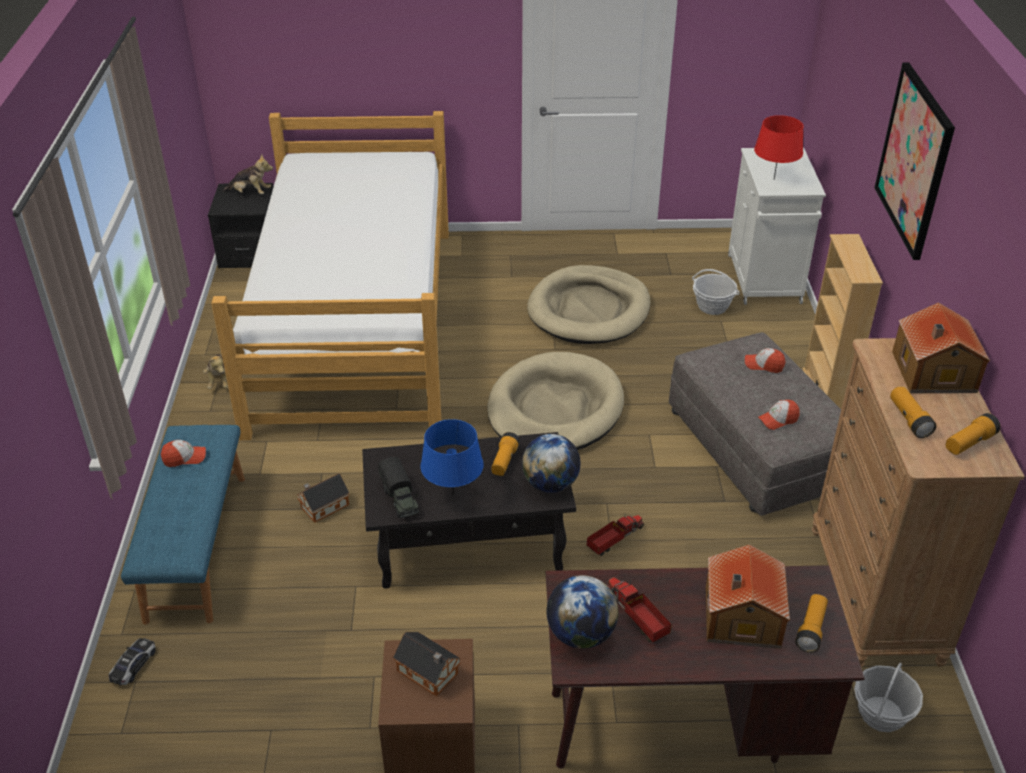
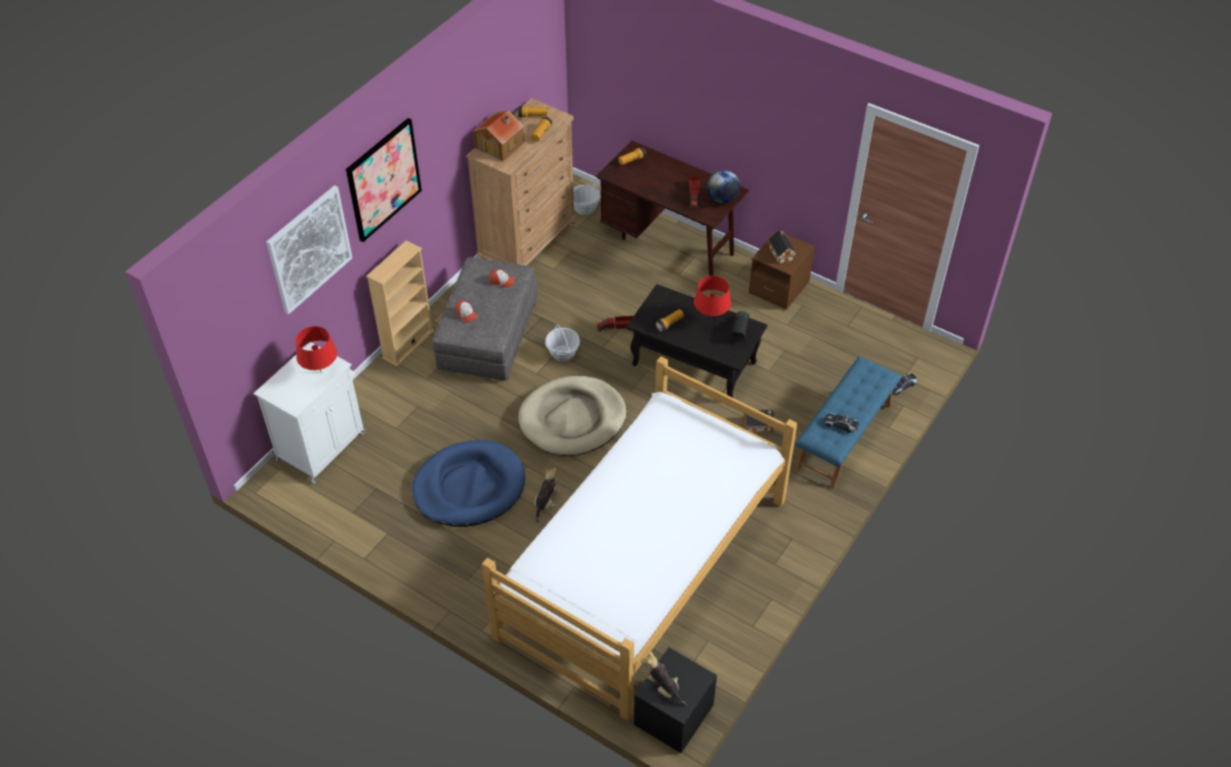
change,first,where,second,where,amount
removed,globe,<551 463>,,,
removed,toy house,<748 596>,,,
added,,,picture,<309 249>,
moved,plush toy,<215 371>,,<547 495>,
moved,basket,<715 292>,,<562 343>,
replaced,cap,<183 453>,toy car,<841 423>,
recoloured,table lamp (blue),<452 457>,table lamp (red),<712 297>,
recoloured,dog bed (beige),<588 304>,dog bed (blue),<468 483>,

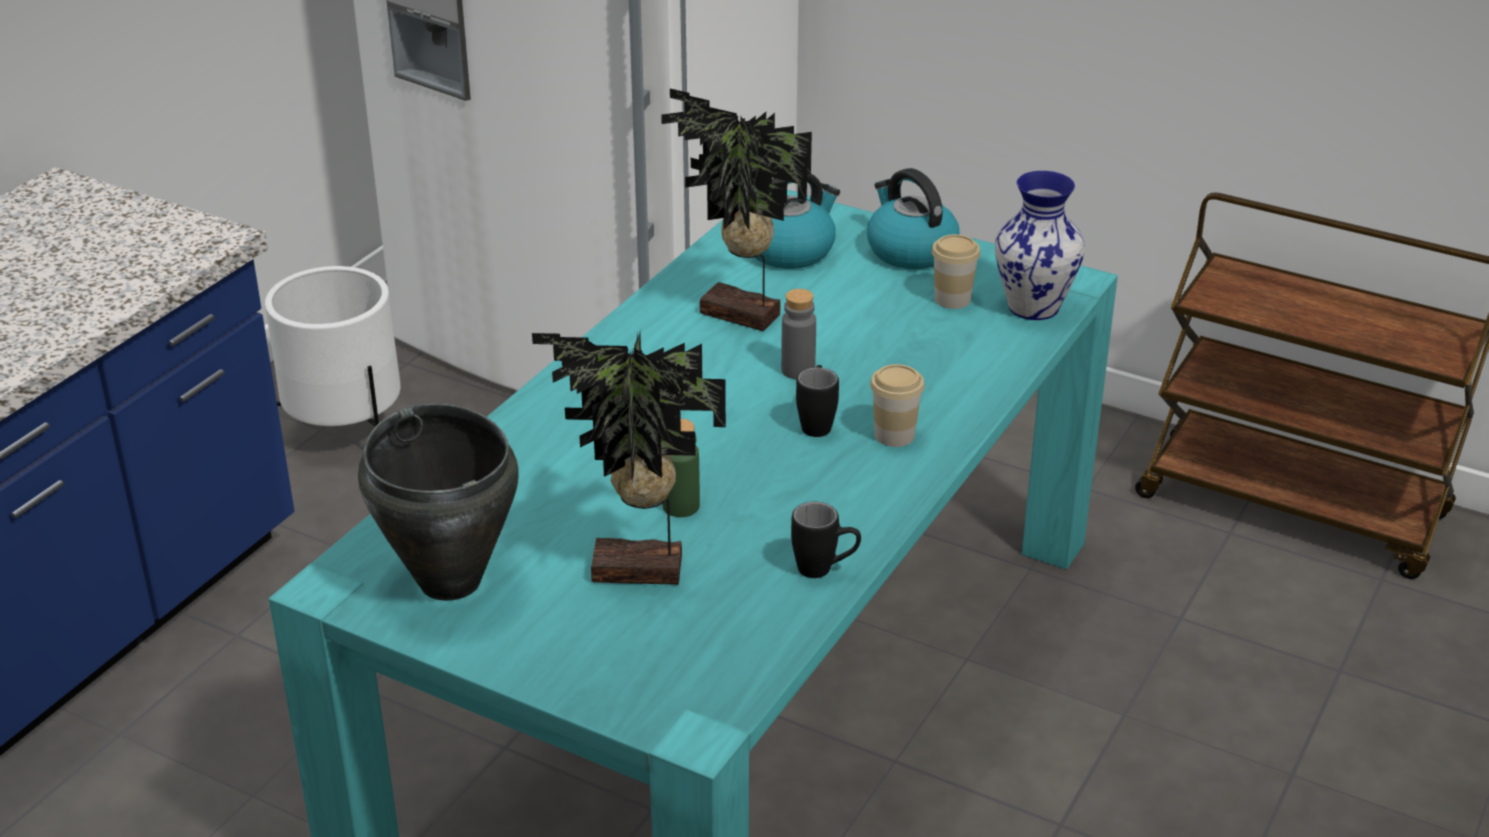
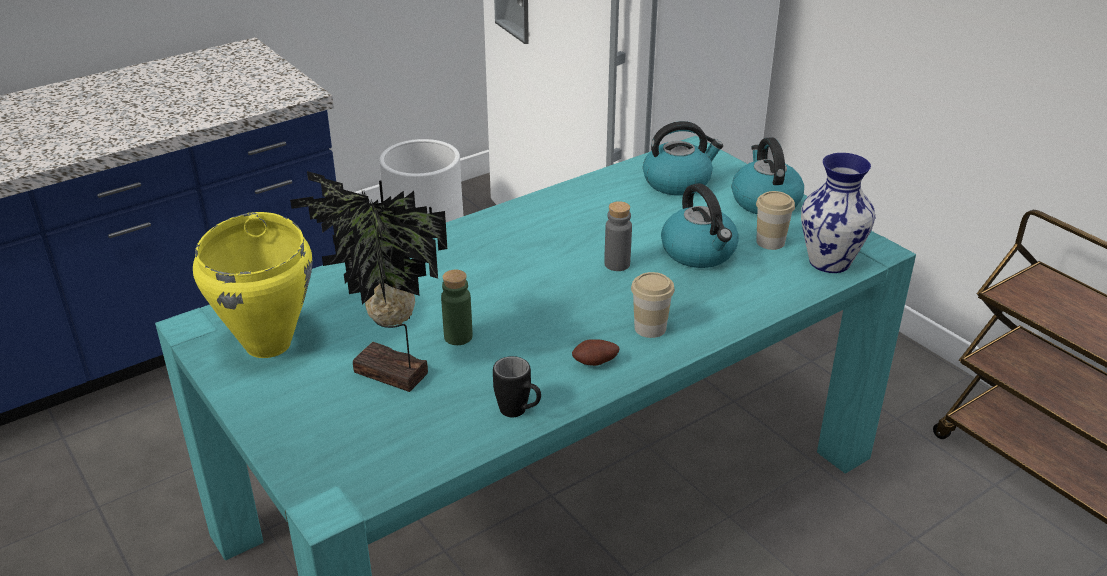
change,first,where,second,where,amount
removed,potted plant,<736 210>,,,
removed,mug (black),<817 401>,,,
added,,,potato,<596 353>,
added,,,kettle,<700 225>,
recoloured,cooking pot (black),<438 502>,cooking pot (yellow),<253 285>,

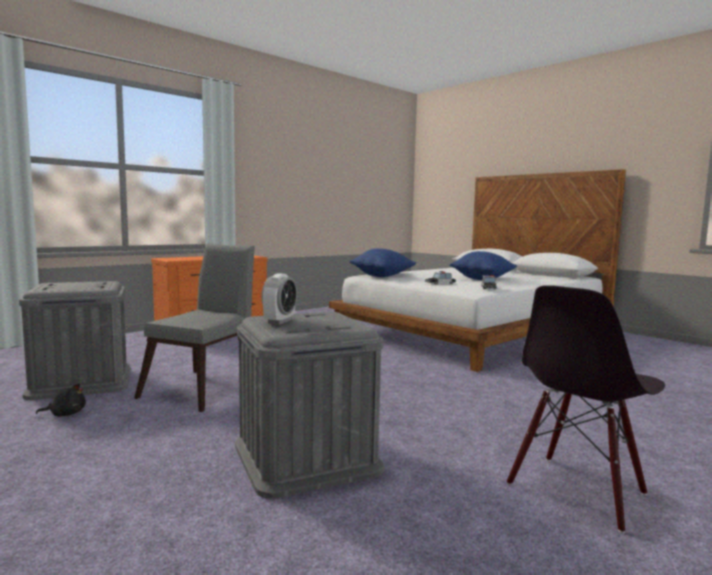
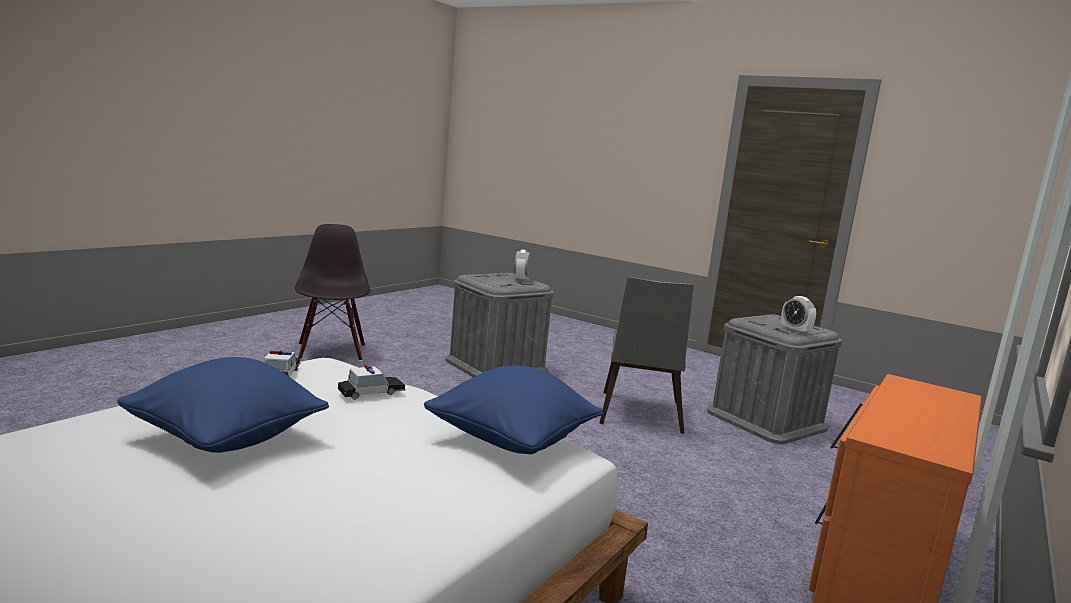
change,first,where,second,where,amount
removed,plush toy (black),<61 400>,,,
added,,,alarm clock,<798 315>,
turned,chair (black),<586 409>,,<332 292>,45 degrees counterclockwise

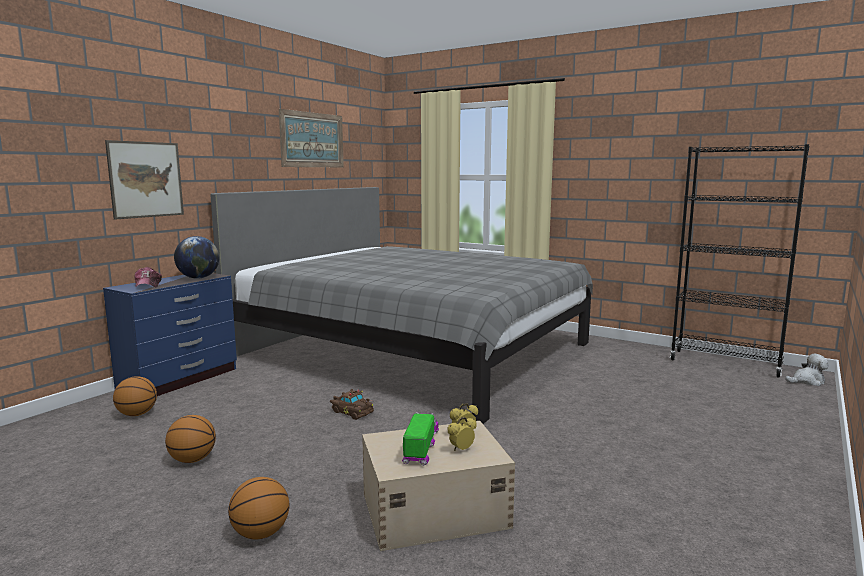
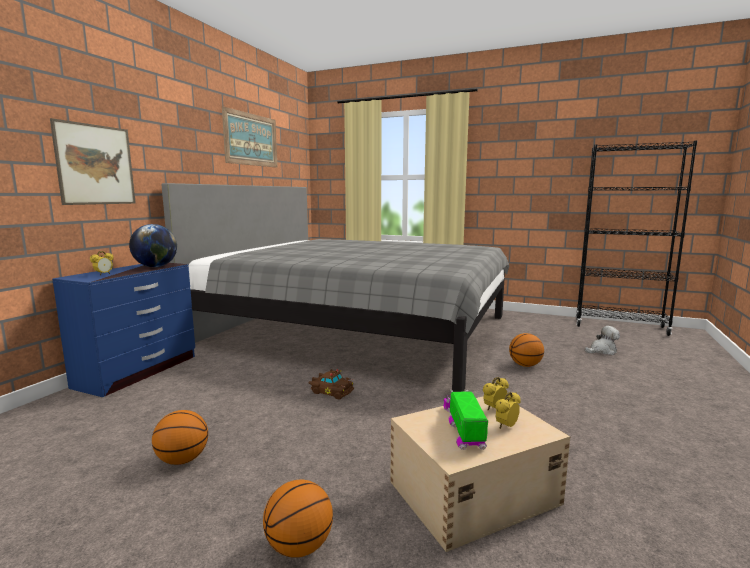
change,first,where,second,where,amount
moved,basketball,<135 396>,,<526 350>,
moved,plush toy,<807 370>,,<602 340>,
replaced,cap,<148 277>,alarm clock,<102 263>,

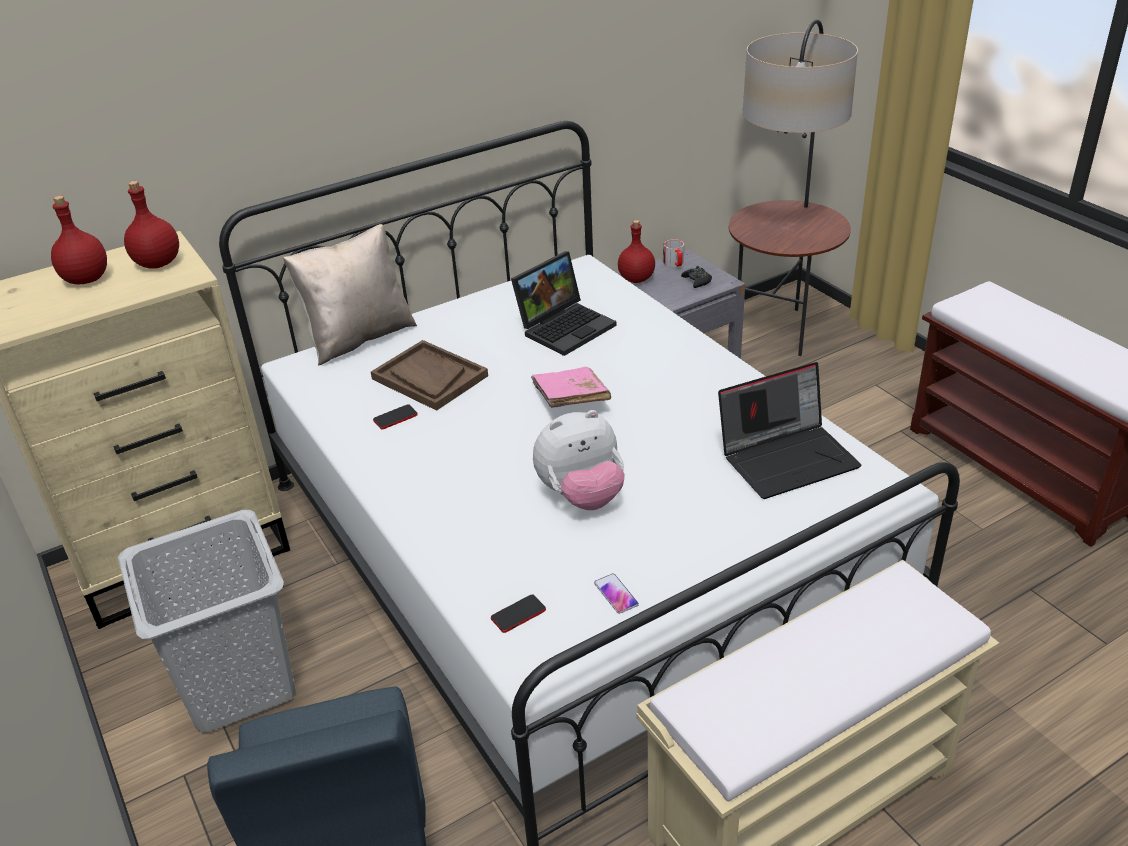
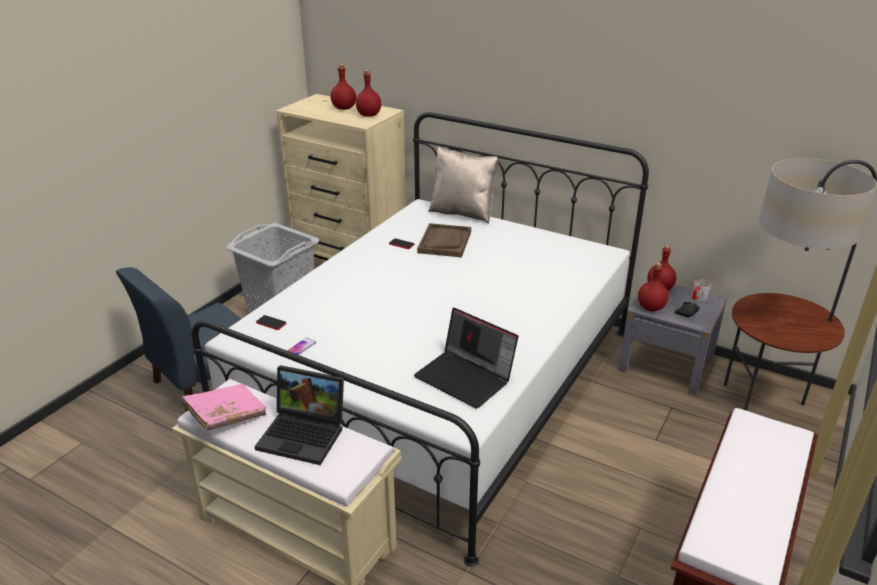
change,first,where,second,where,amount
removed,plush toy,<579 460>,,,
added,,,bottle (red),<653 287>,
moved,laptop,<563 303>,,<299 415>,
moved,book (pink),<571 387>,,<223 407>,

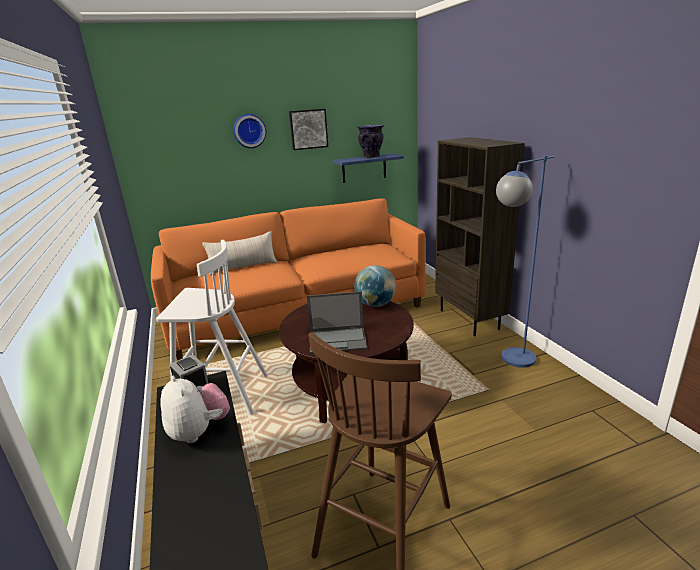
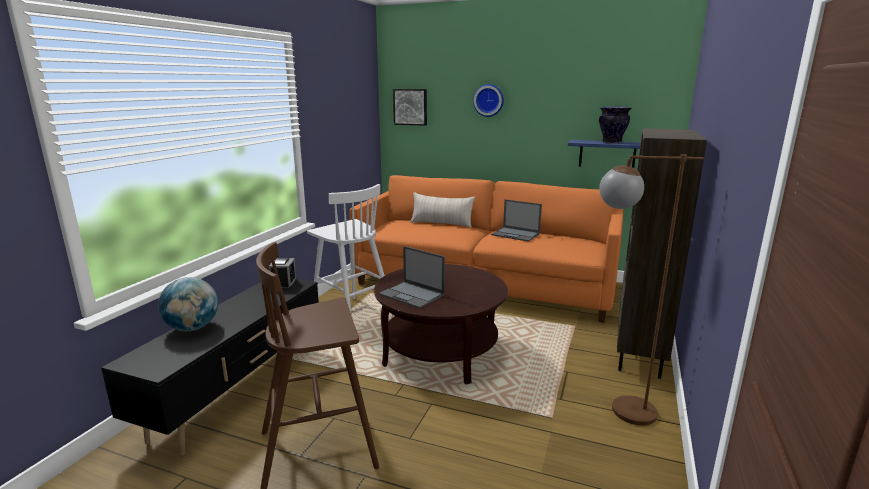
change,first,where,second,where,amount
removed,plush toy,<195 409>,,,
added,,,laptop,<516 220>,
moved,picture,<308 129>,,<410 107>,
moved,globe,<375 286>,,<188 304>,
recoloured,floor lamp (blue),<525 261>,floor lamp (brown),<651 289>,

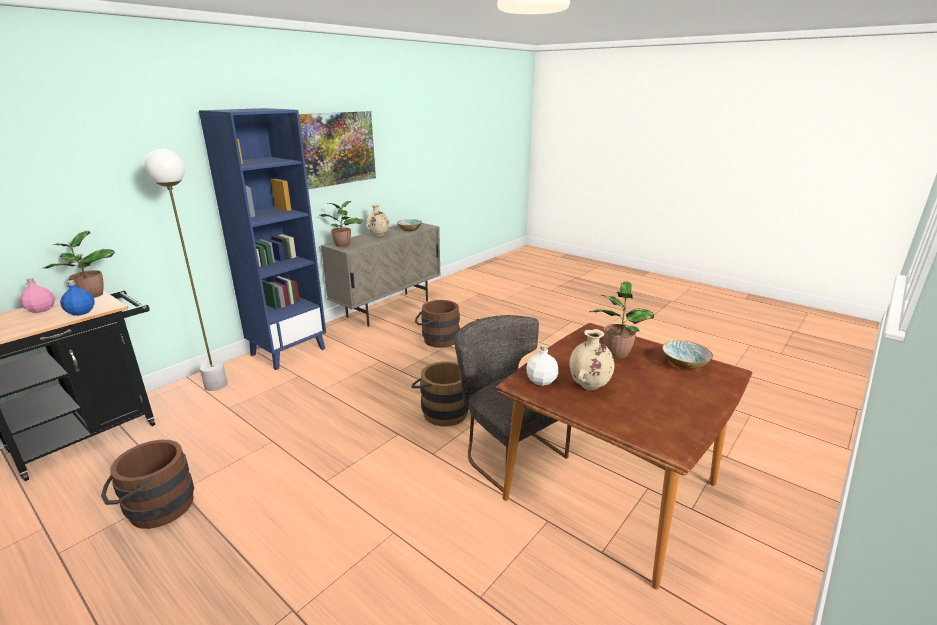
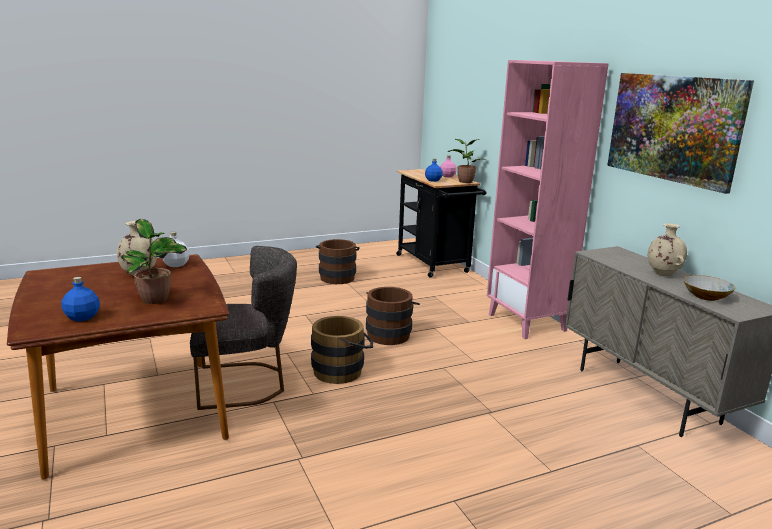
change,first,where,second,where,amount
removed,floor lamp (white),<186 270>,,,
removed,potted plant,<341 224>,,,
moved,bucket (brown),<437 324>,,<393 316>,
replaced,bowl,<687 355>,bottle (blue),<81 299>,
recoloured,bookcase (blue),<262 239>,bookcase (pink),<548 199>,

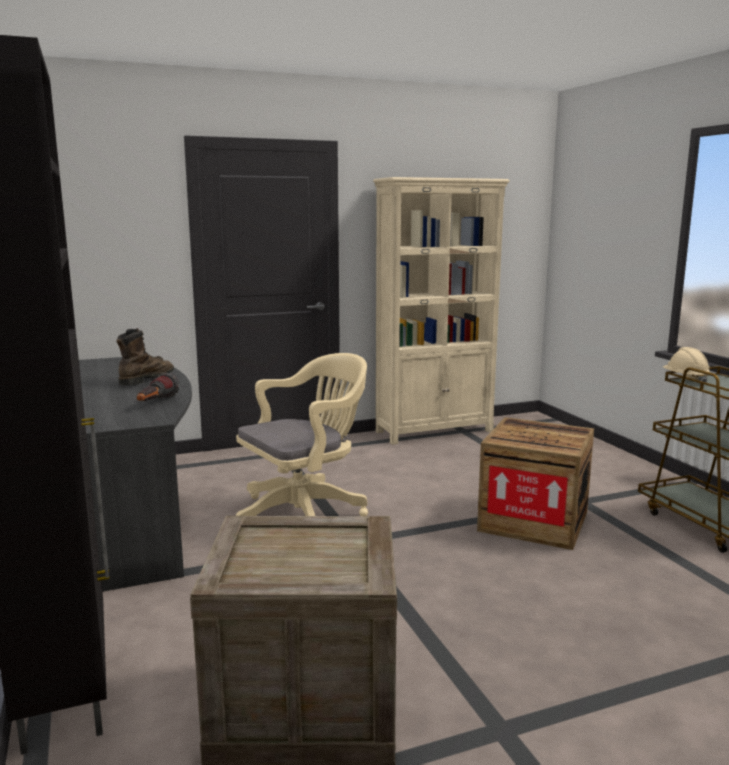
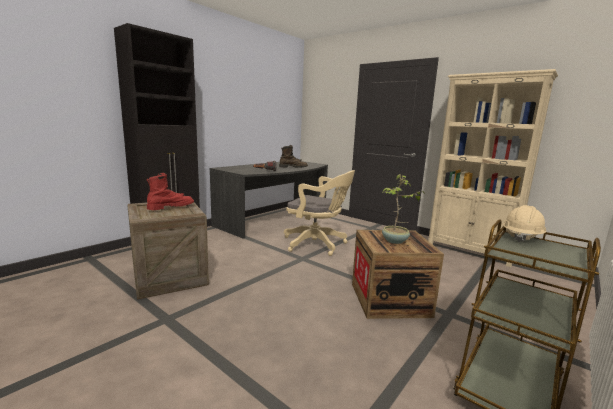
change,first,where,second,where,amount
added,,,boot (red),<170 191>,
added,,,potted plant,<403 209>,

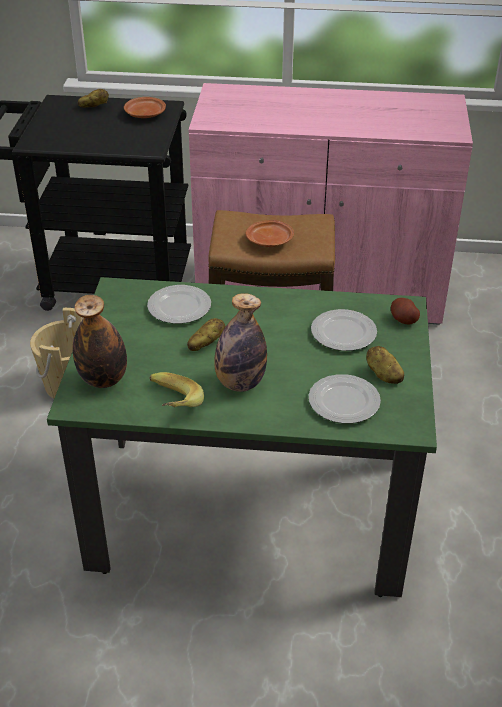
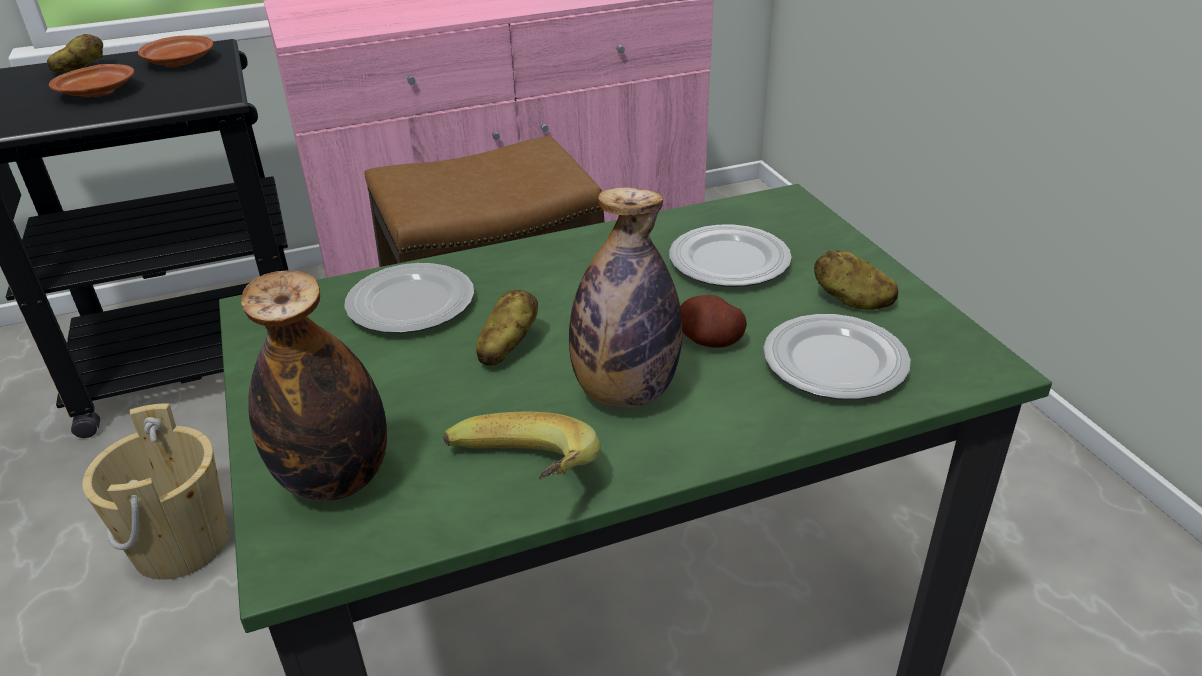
change,first,where,second,where,amount
moved,plate (brown),<270 233>,,<91 80>,
moved,potato,<405 311>,,<713 321>,

